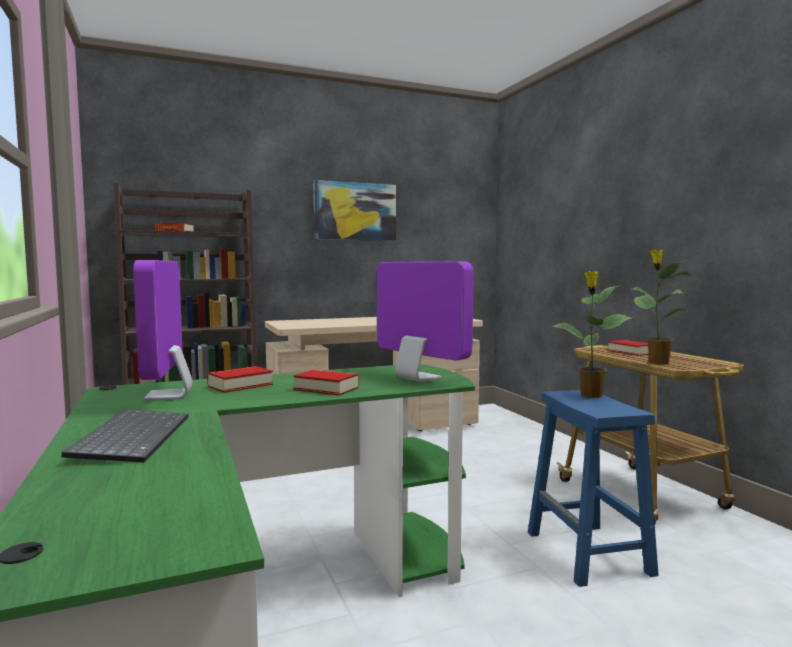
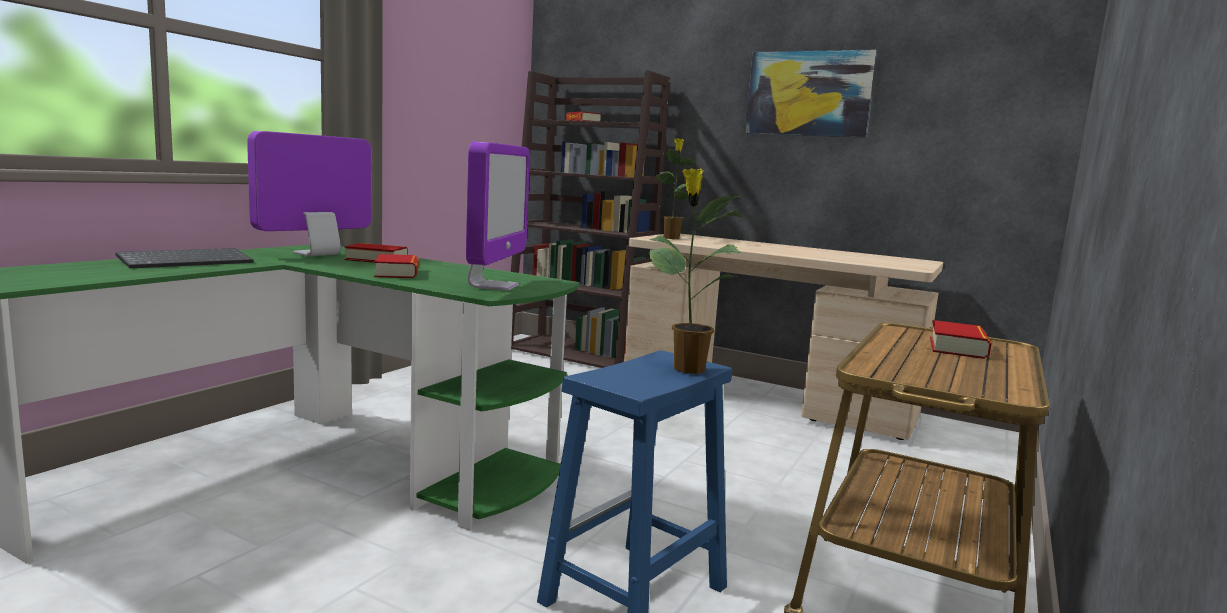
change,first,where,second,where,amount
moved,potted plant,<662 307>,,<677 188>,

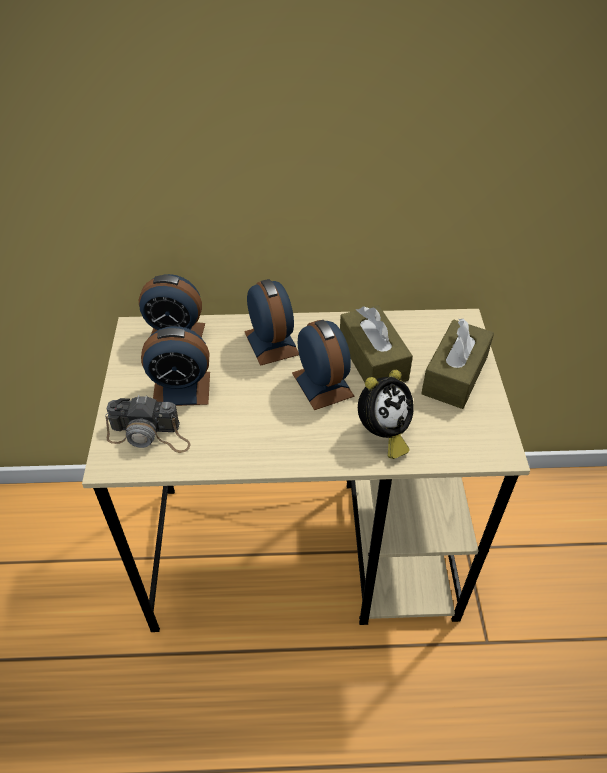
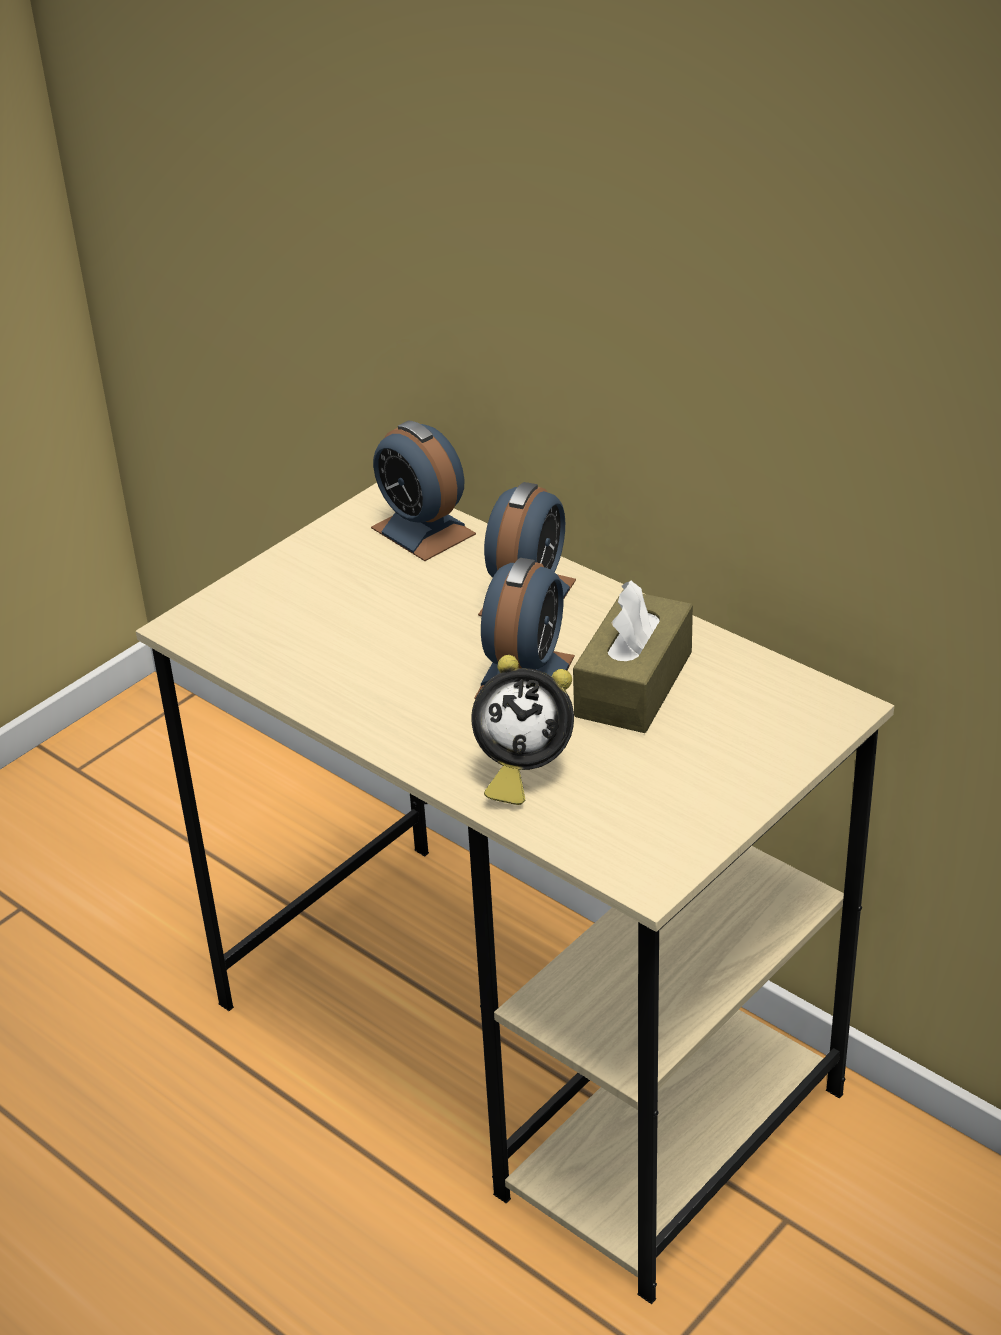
change,first,where,second,where,amount
removed,photo camera,<148 424>,,,
removed,alarm clock,<175 366>,,,
removed,tissue box (brown),<457 363>,,,

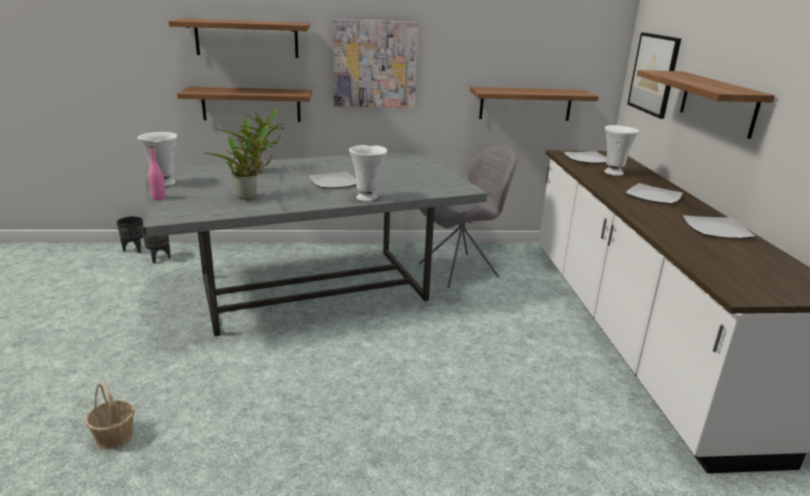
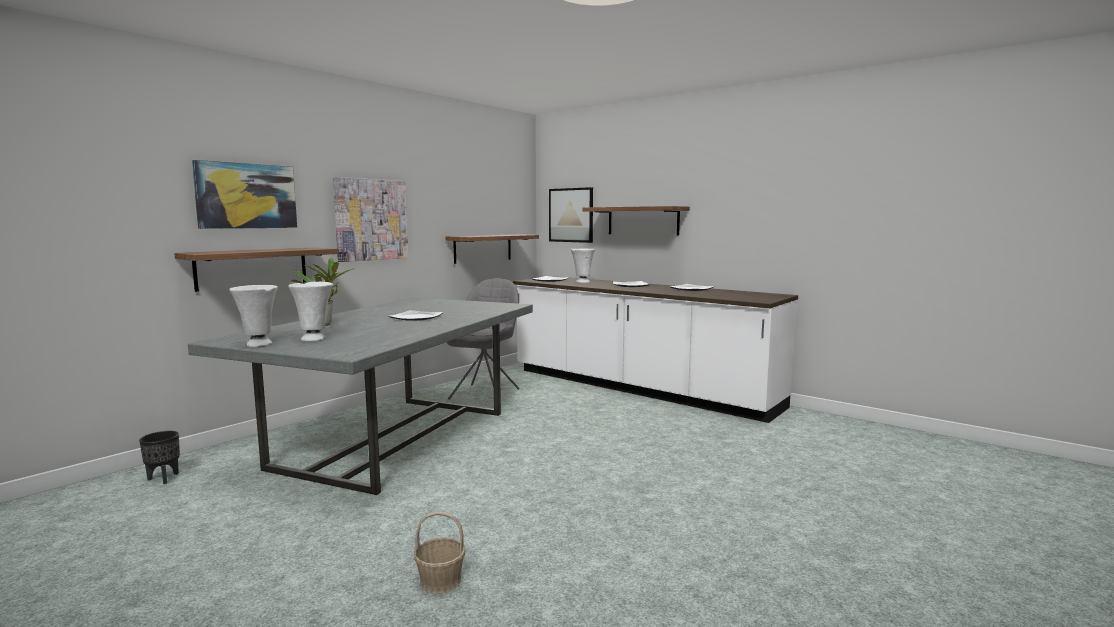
change,first,where,second,where,amount
removed,planter (black),<130 234>,,,
removed,bottle (pink),<157 173>,,,
removed,potted plant,<239 162>,,,
moved,vase (white),<368 173>,,<310 311>,
replaced,shelf,<239 38>,picture,<244 194>,

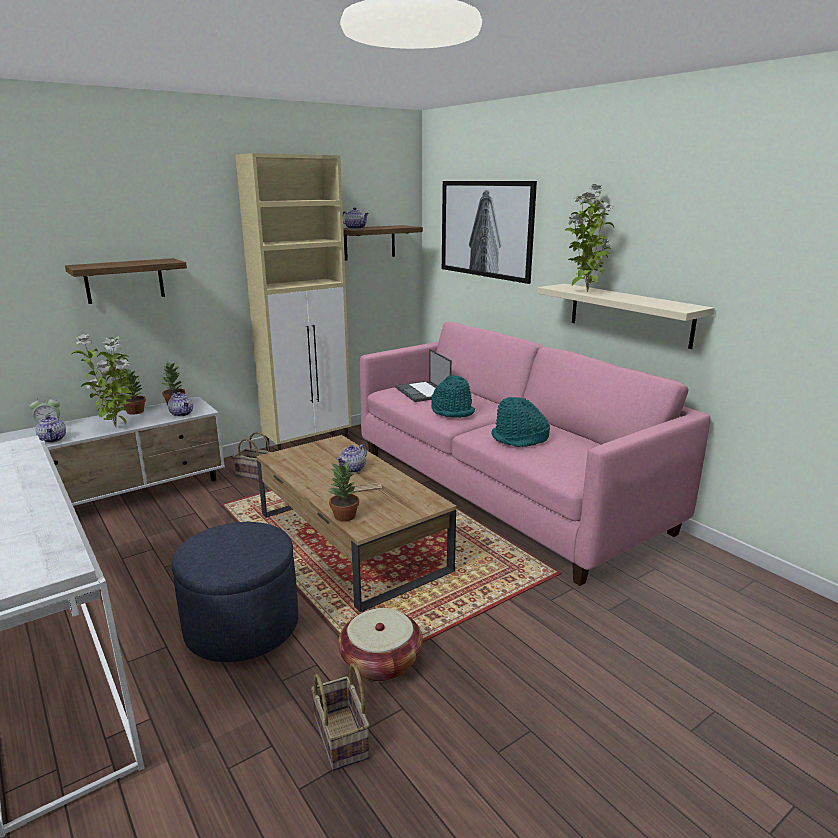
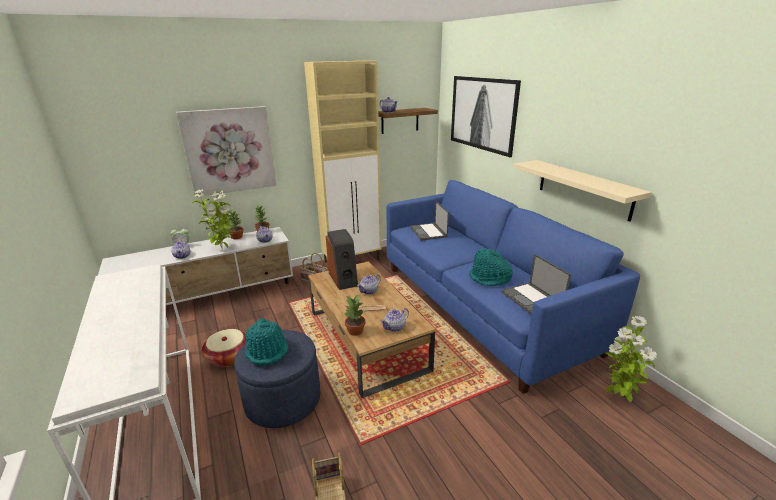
change,first,where,second,where,amount
added,,,speaker,<342 259>,
added,,,teapot,<394 320>,
added,,,laptop,<536 284>,
moved,basket,<380 644>,,<224 348>,
moved,hat (turquoise),<453 396>,,<266 341>,
moved,potted plant,<589 238>,,<631 359>,
replaced,shelf,<126 281>,picture,<226 151>,
recoloured,sofa (pink),<535 453>,sofa (blue),<513 287>,

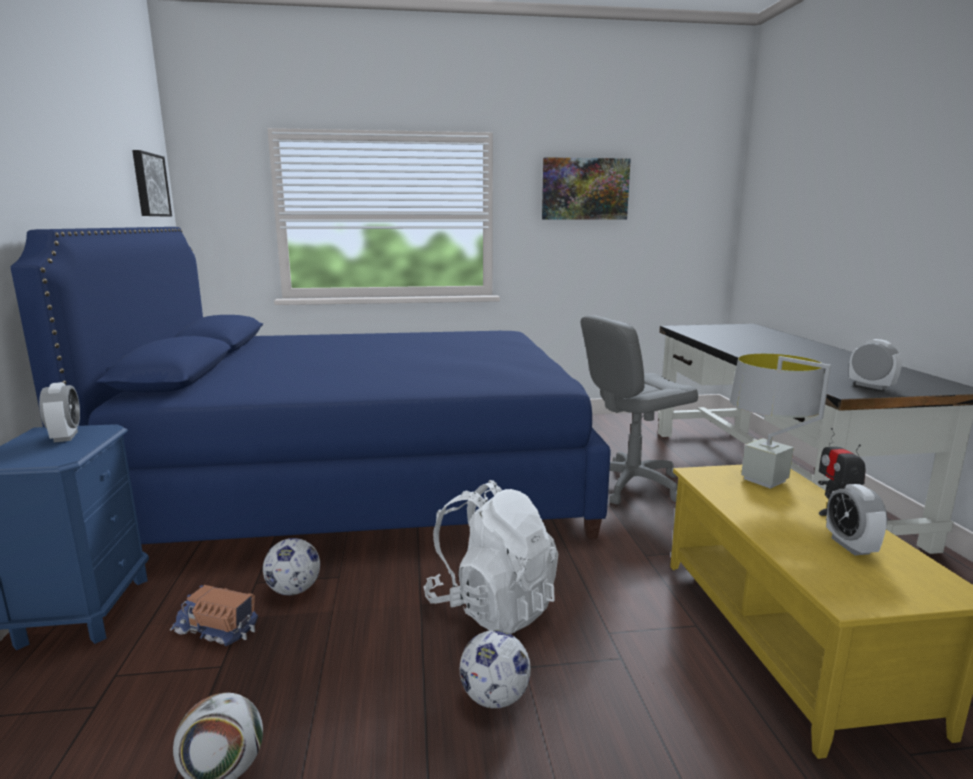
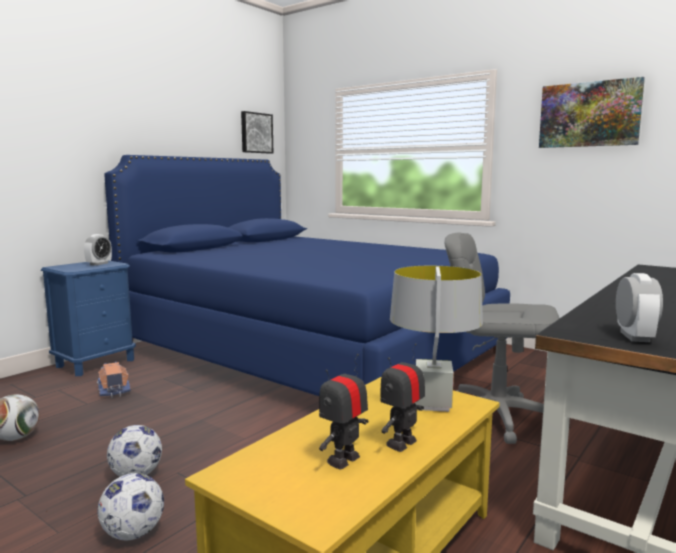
change,first,where,second,where,amount
removed,backpack (white),<491 557>,,,
moved,football,<291 567>,,<130 506>,
replaced,alarm clock,<857 519>,toy robot,<343 412>,

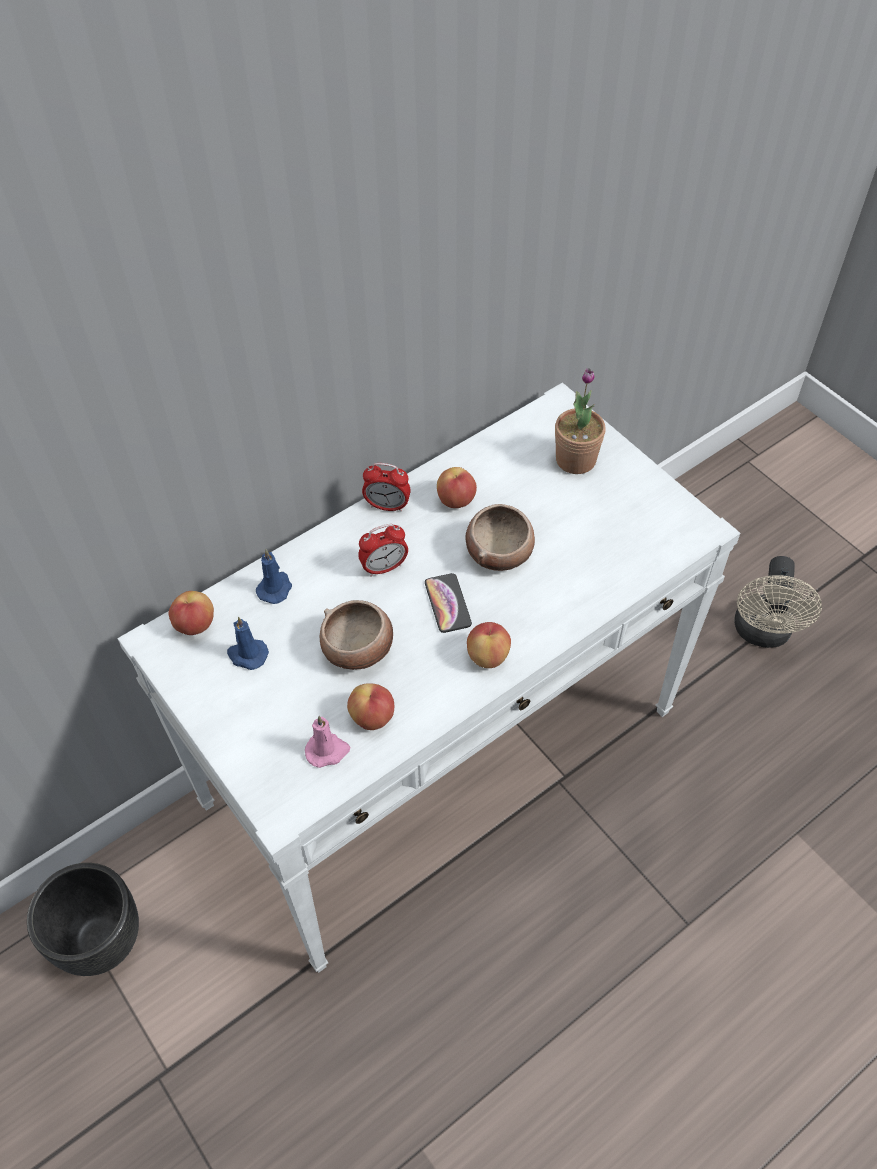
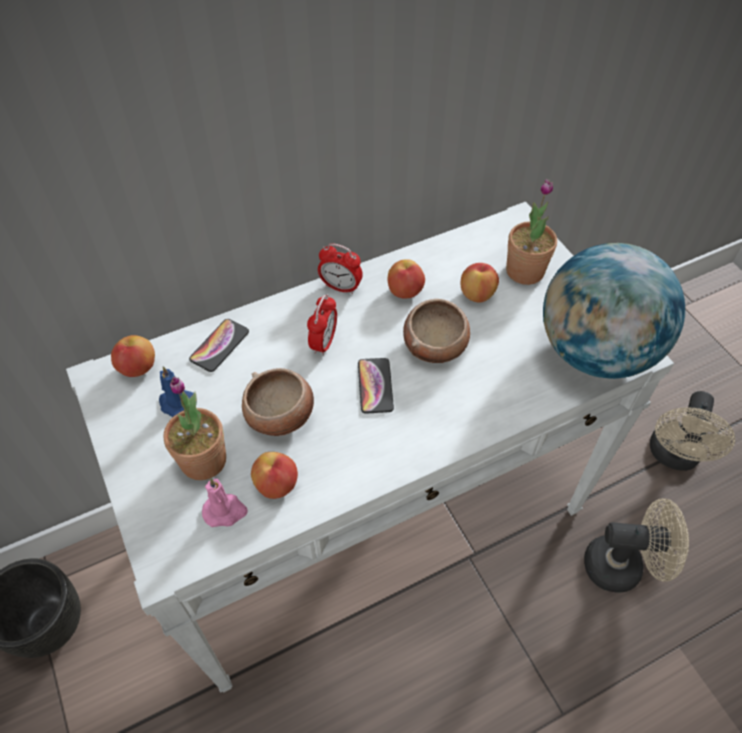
change,first,where,second,where,amount
added,,,potted plant,<194 428>,
added,,,globe,<614 311>,
added,,,fan (beige),<636 545>,
moved,apple,<489 645>,,<480 283>,
replaced,candle (blue),<274 576>,phone,<219 345>,
turned,alarm clock,<383 550>,,<322 325>,60 degrees counterclockwise

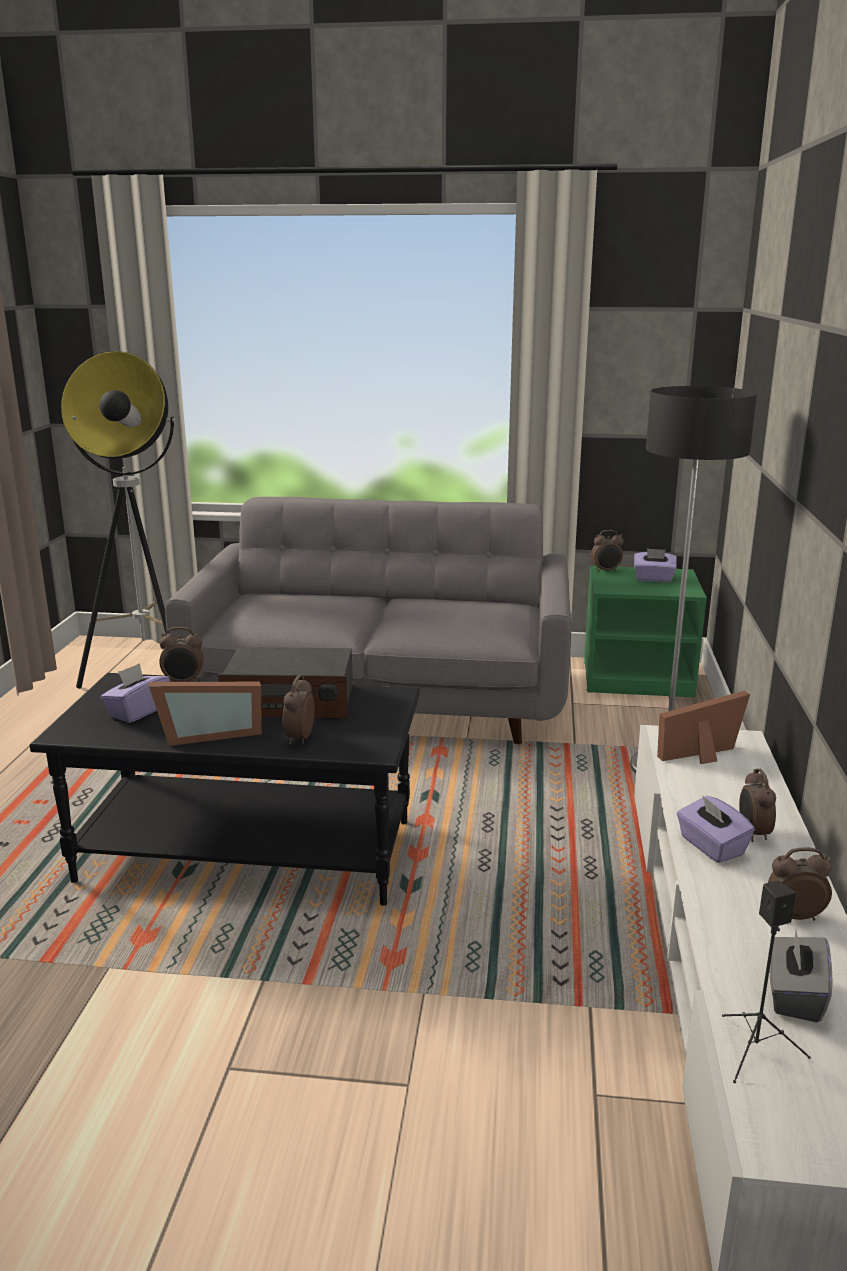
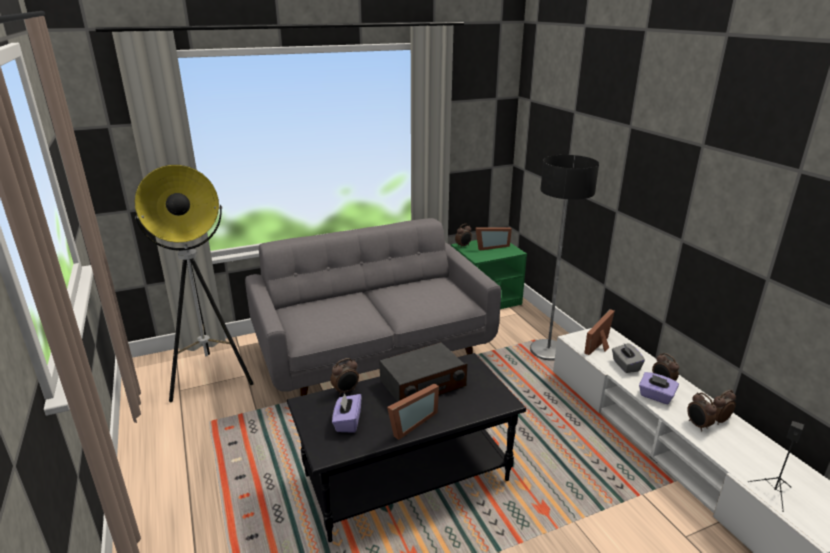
change,first,where,second,where,amount
moved,alarm clock,<299 710>,,<702 411>,
moved,tissue box (grey),<801 976>,,<628 358>,
replaced,tissue box (purple),<655 565>,picture frame,<493 239>,

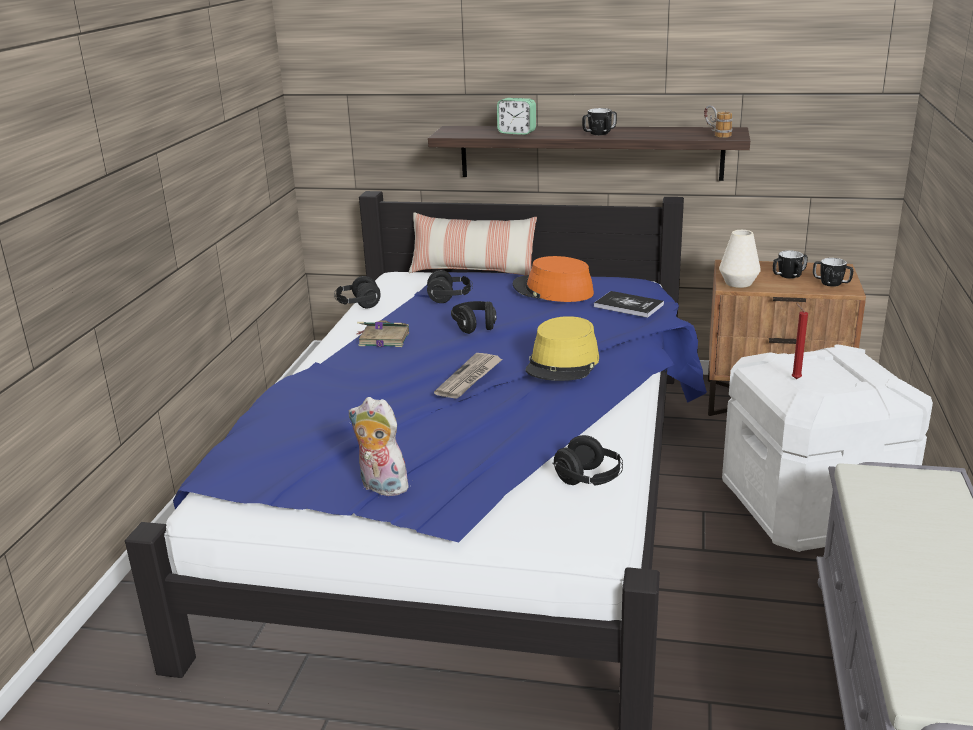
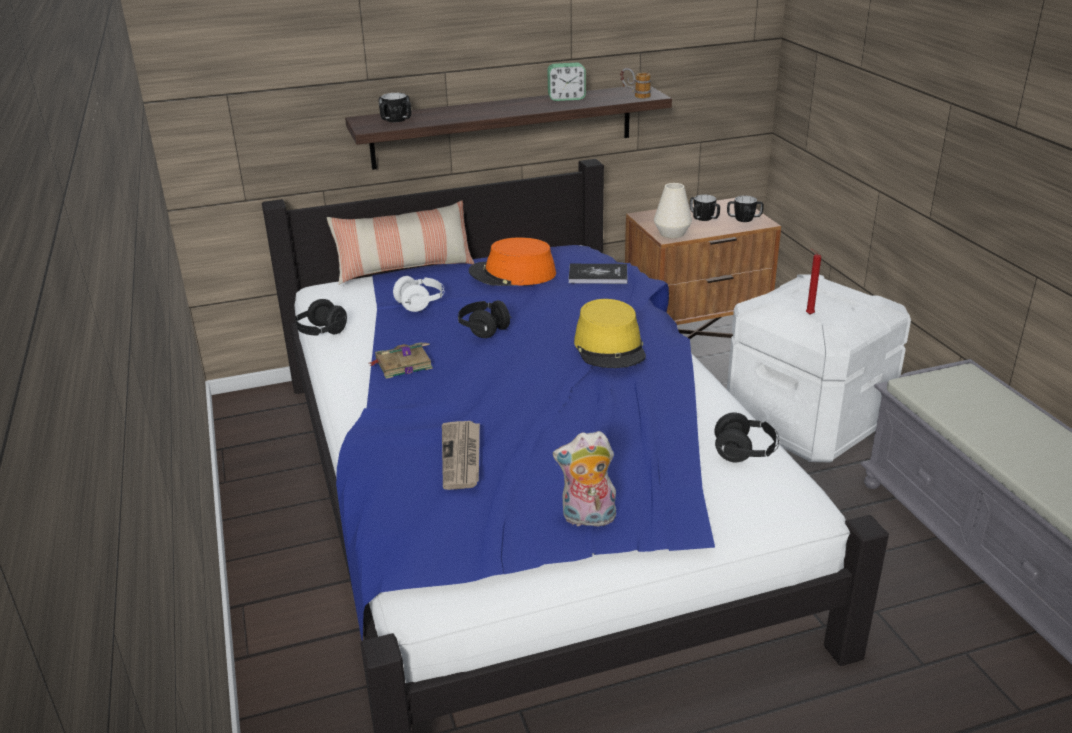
change,first,where,second,where,amount
moved,newspaper,<468 376>,,<461 455>,
moved,alarm clock,<516 116>,,<566 82>,
moved,mug,<599 121>,,<394 107>,
recoloured,headphones (black),<450 286>,headphones (white),<418 294>,

